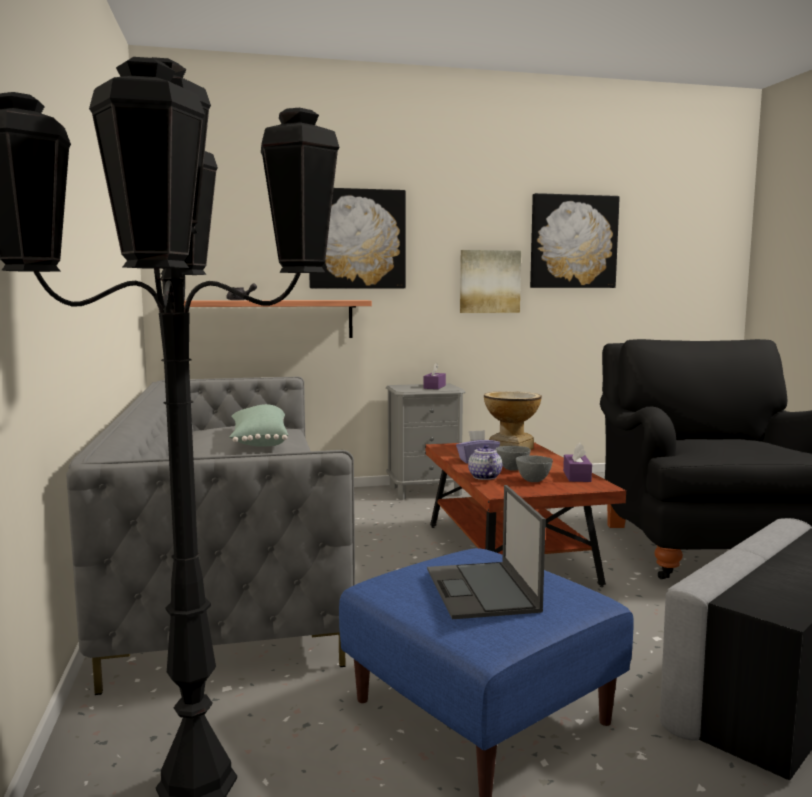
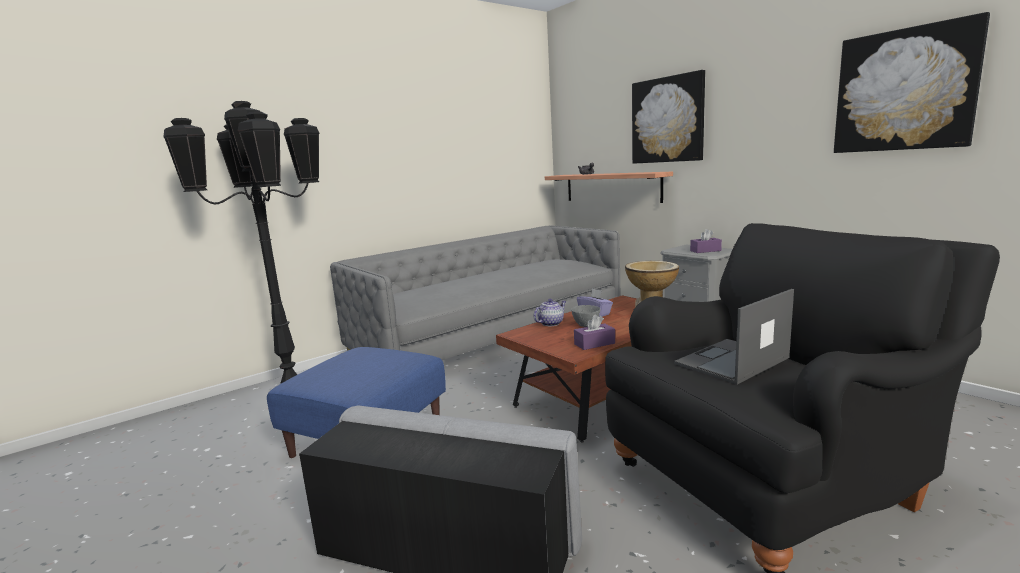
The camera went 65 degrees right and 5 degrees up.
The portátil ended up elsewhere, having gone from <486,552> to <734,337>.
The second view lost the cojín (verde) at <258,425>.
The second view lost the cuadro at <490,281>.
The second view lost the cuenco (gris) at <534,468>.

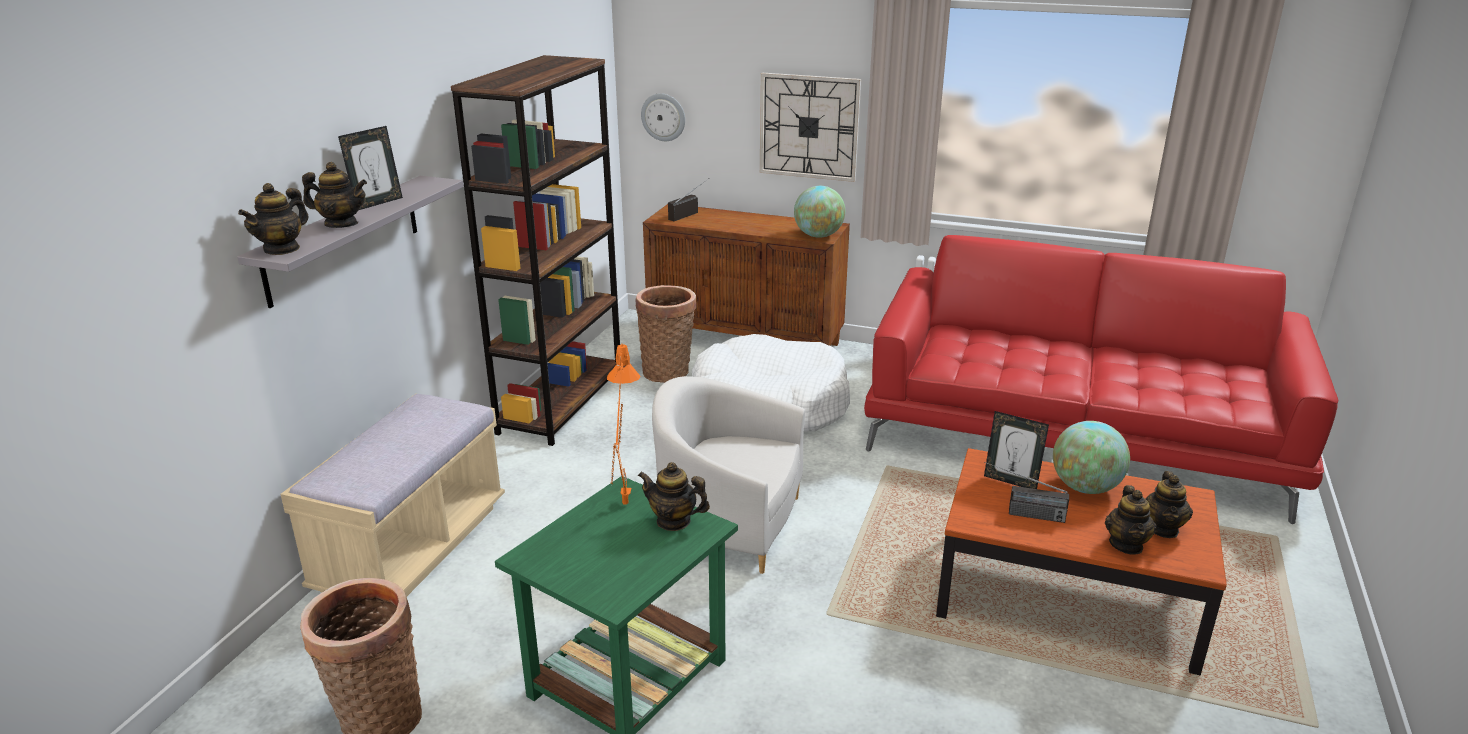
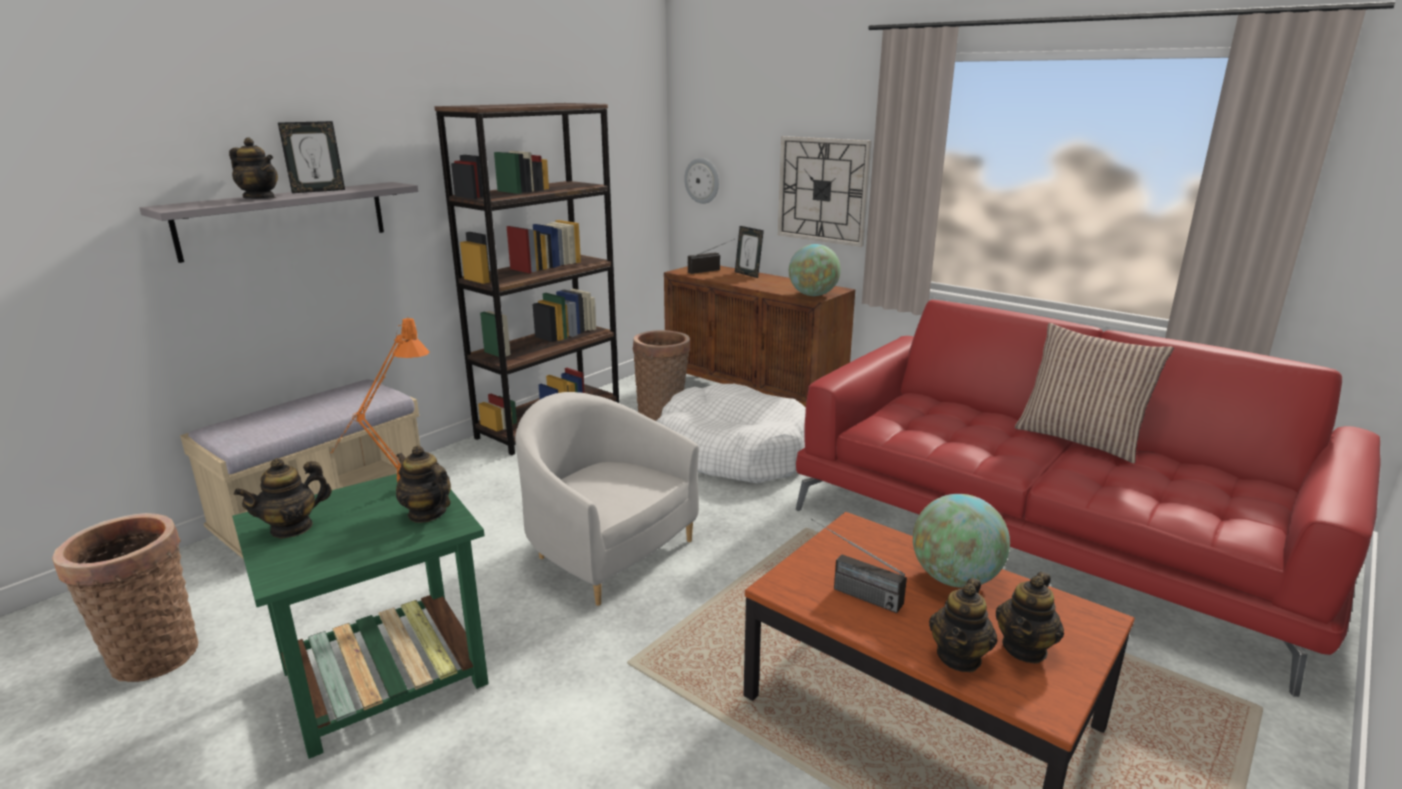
The camera went 20 degrees right and 5 degrees down.
The tetera ended up elsewhere, having gone from <273,219> to <283,498>.
The portarretratos ended up elsewhere, having gone from <1016,450> to <749,252>.
The second view gained the cojín at <1094,393>.

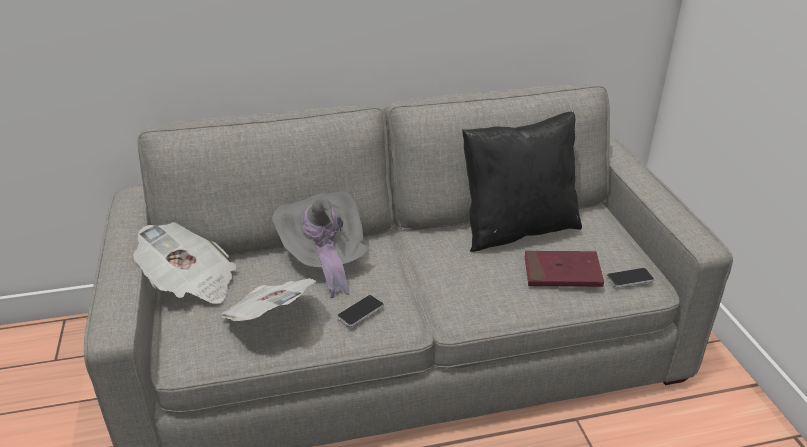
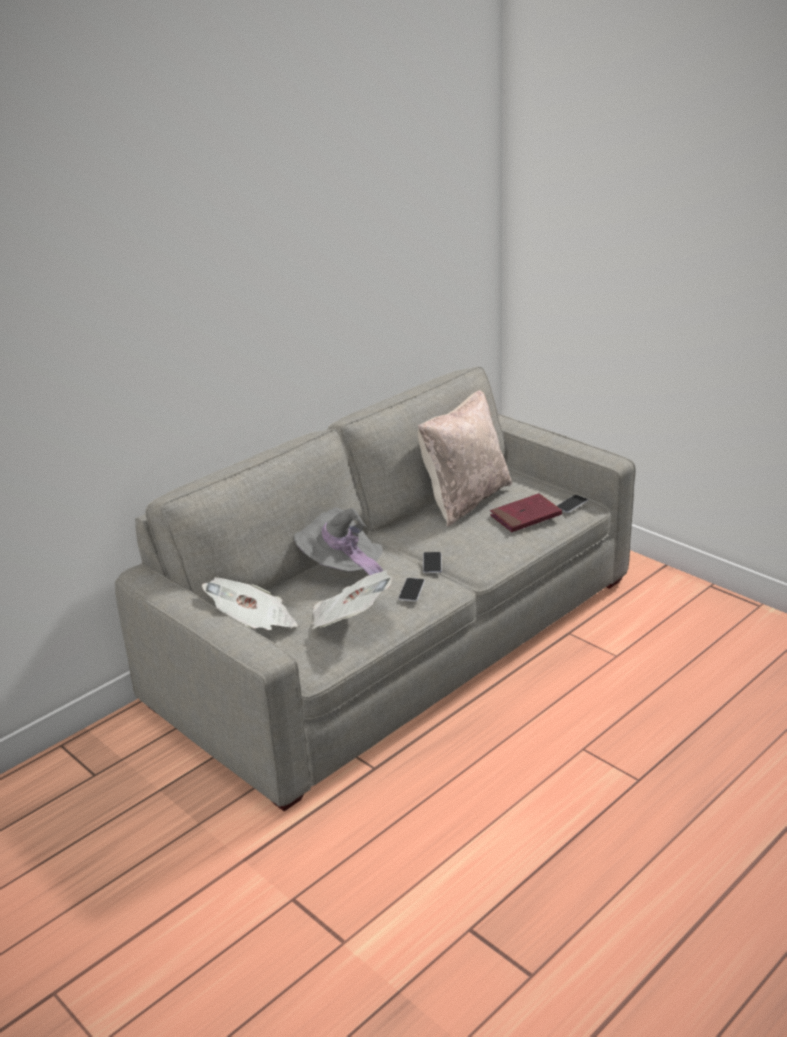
The camera went 30 degrees left and 5 degrees down.
What was the cojín (negro) at <522,181> turned into the cojín (beis) at <465,458>.
The second view gained the móvil at <432,562>.

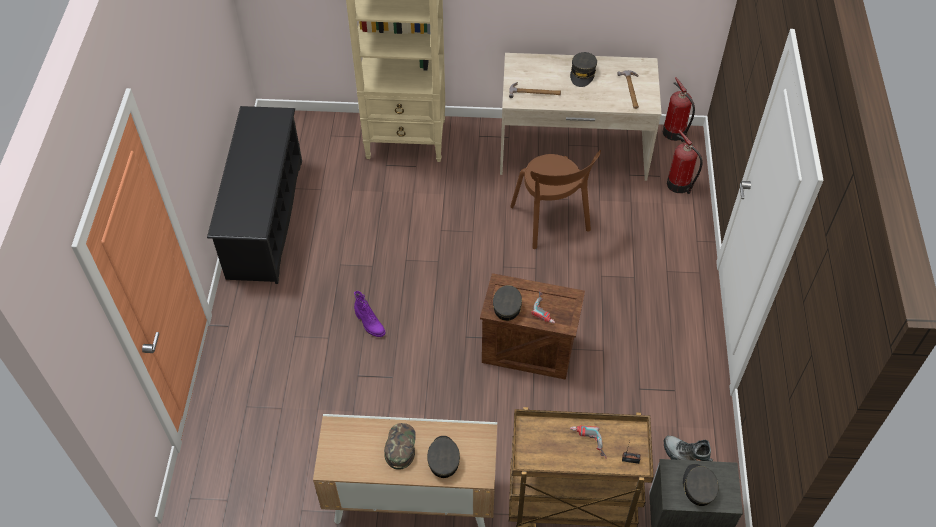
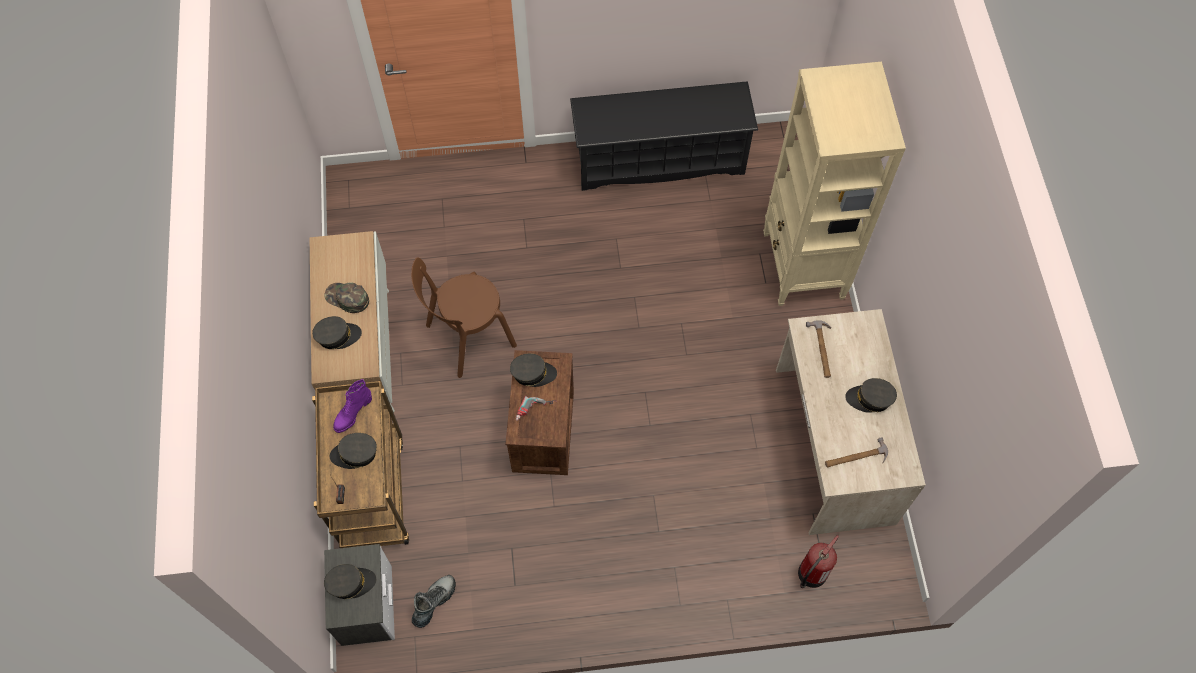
The camera went 80 degrees right and 10 degrees up.
The gorra (verde) at <400,446> ended up facing another way, 150 degrees counterclockwise from before.
Where the taladro stood at <588,442>, the gorra (gris) came to stand at <353,451>.
The bota (morado) ended up elsewhere, having gone from <370,314> to <352,406>.
The silla (marrón) ended up elsewhere, having gone from <555,199> to <464,317>.
The second view lost the extintor at <679,109>.

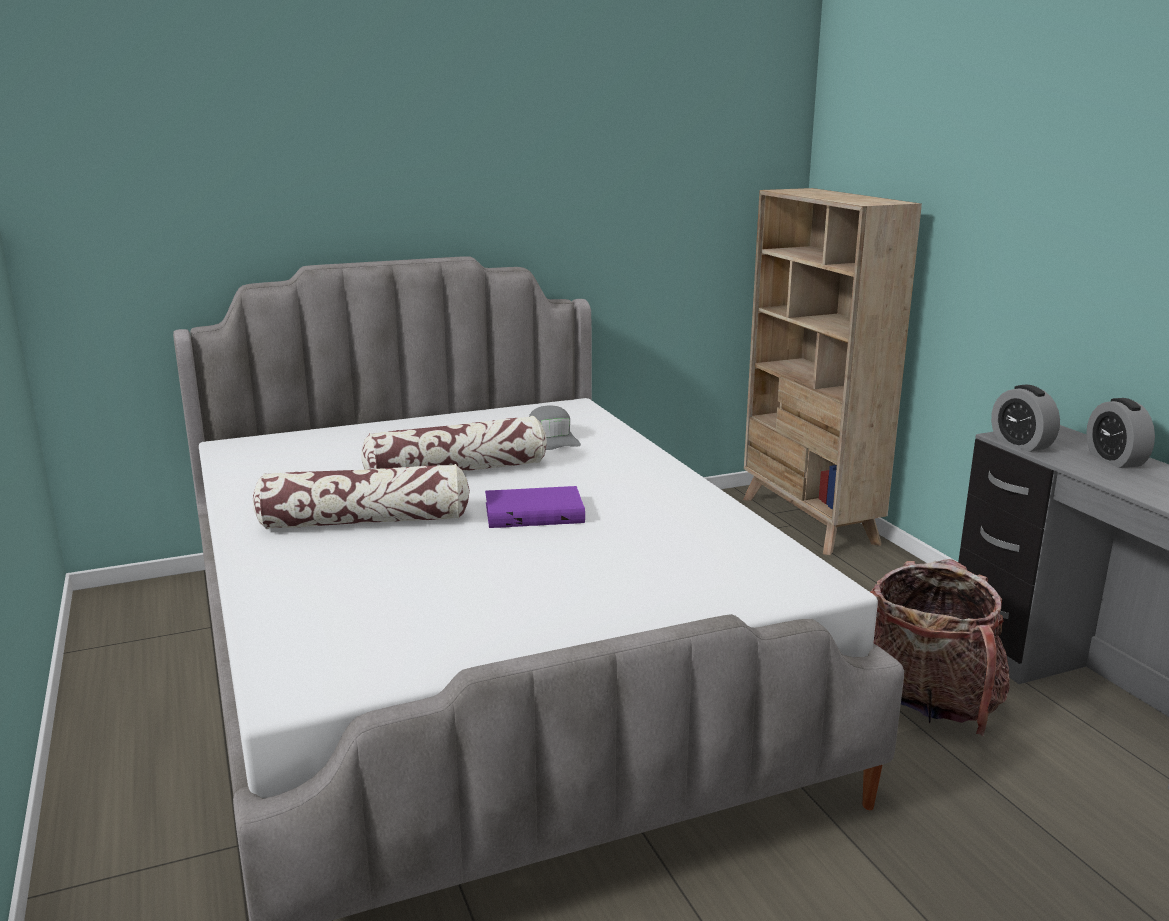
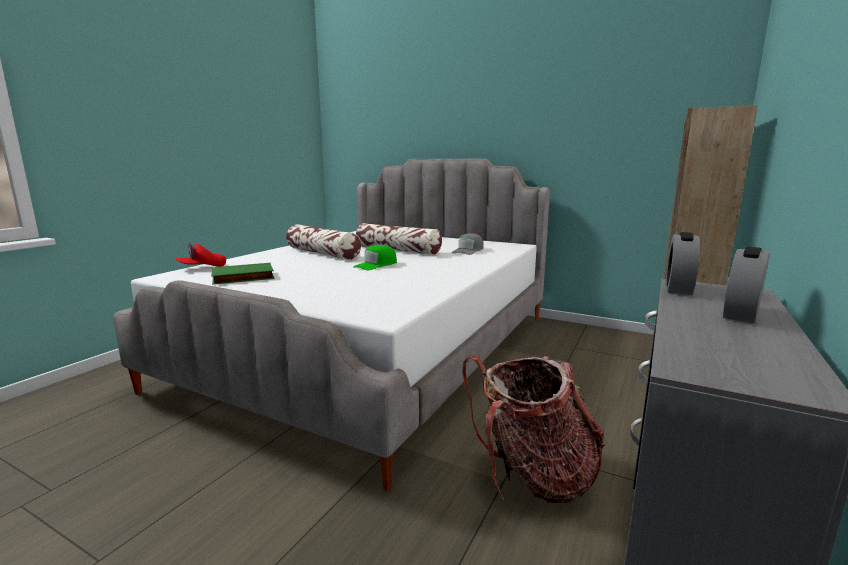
The camera went 50 degrees right and 5 degrees down.
The second view gained the gorra (rojo) at <201,254>.
The second view gained the libro (verde) at <243,274>.
Where the libro (morado) stood at <535,507>, the gorra (verde) came to stand at <375,257>.

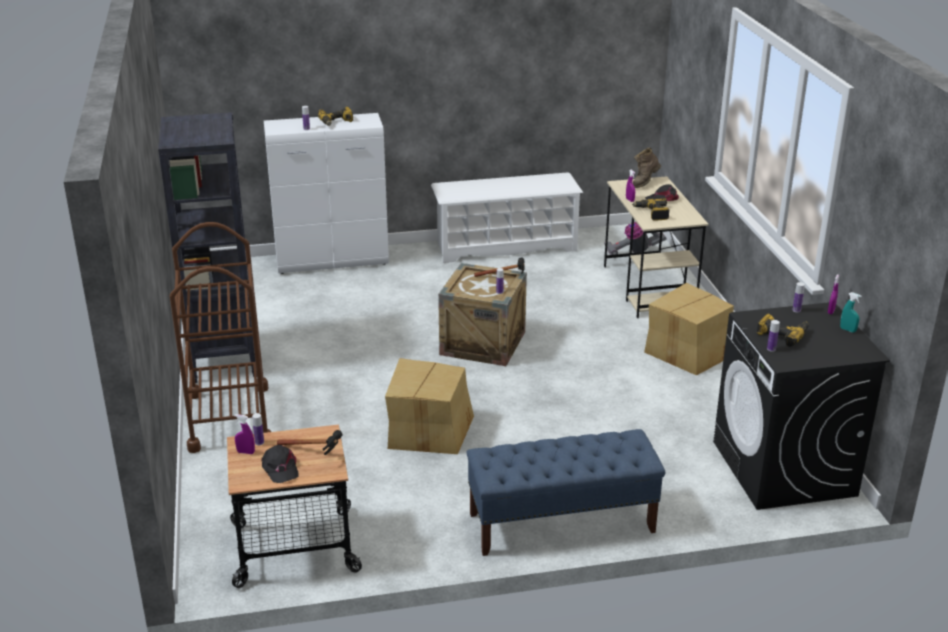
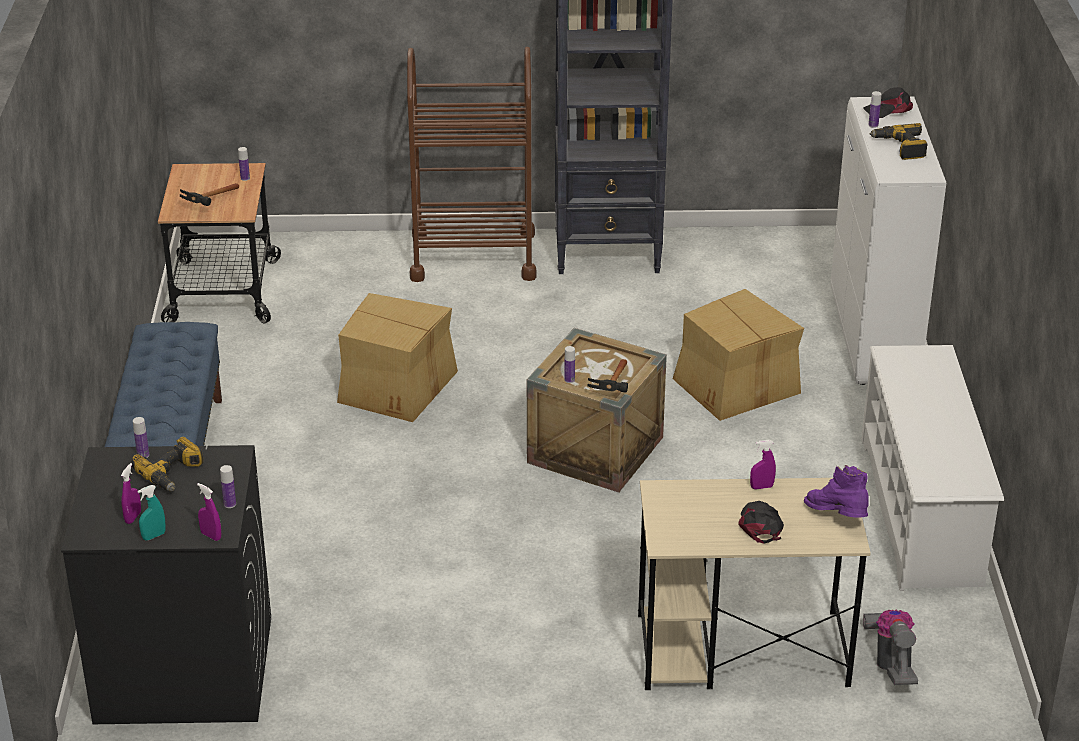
The camera went 100 degrees right and 5 degrees up.
The pulverizador (morado) ended up elsewhere, having gone from <244,434> to <131,493>.
The caja de cartón ended up elsewhere, having gone from <689,329> to <738,355>.
What was the bota (marrón) at <647,168> turned into the bota (morado) at <836,491>.
The gorra (negro) ended up elsewhere, having gone from <279,464> to <888,102>.
The second view lost the taladro at <651,209>.

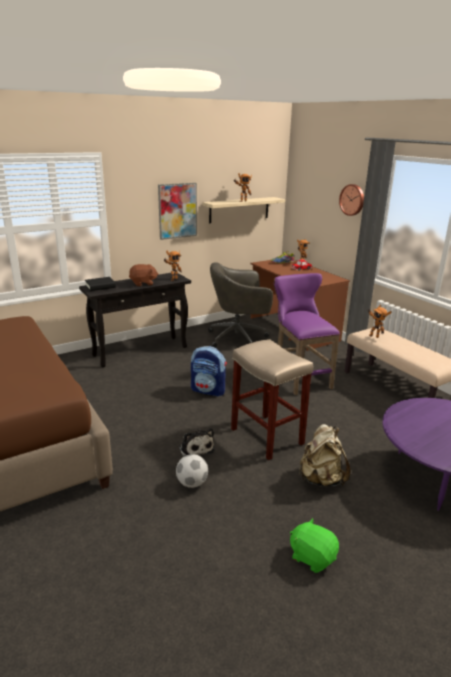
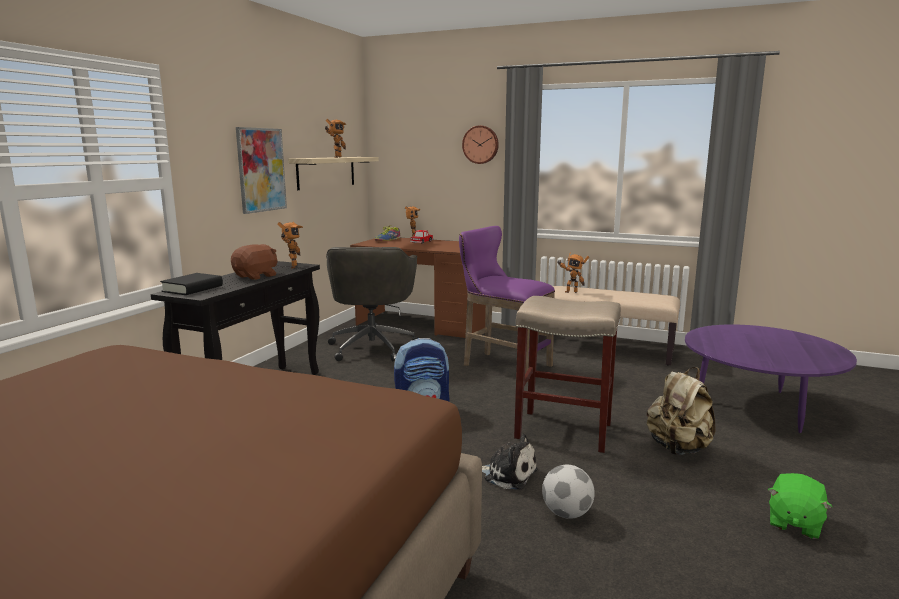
The camera went 35 degrees left and 10 degrees down.
The silla de oficina (gris) at <240,304> ended up facing another way, 45 degrees counterclockwise from before.
The peluche (verde) at <314,545> ended up facing another way, 60 degrees counterclockwise from before.

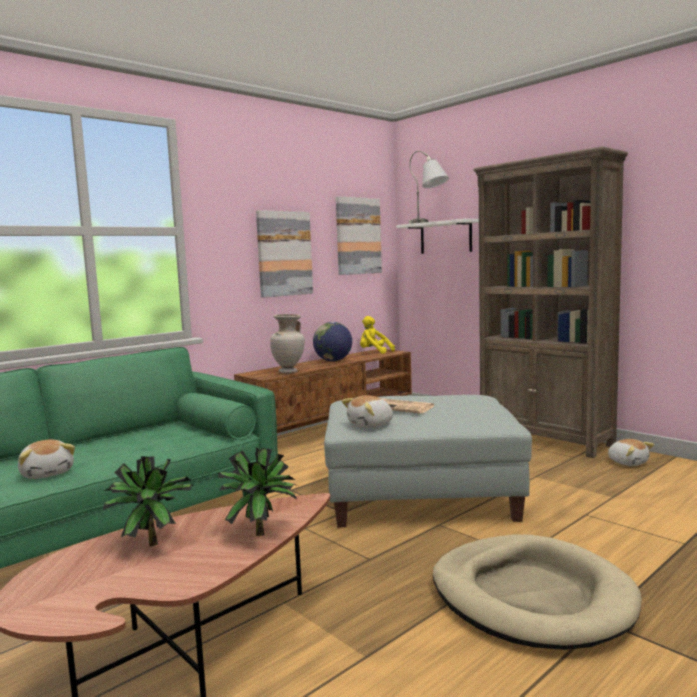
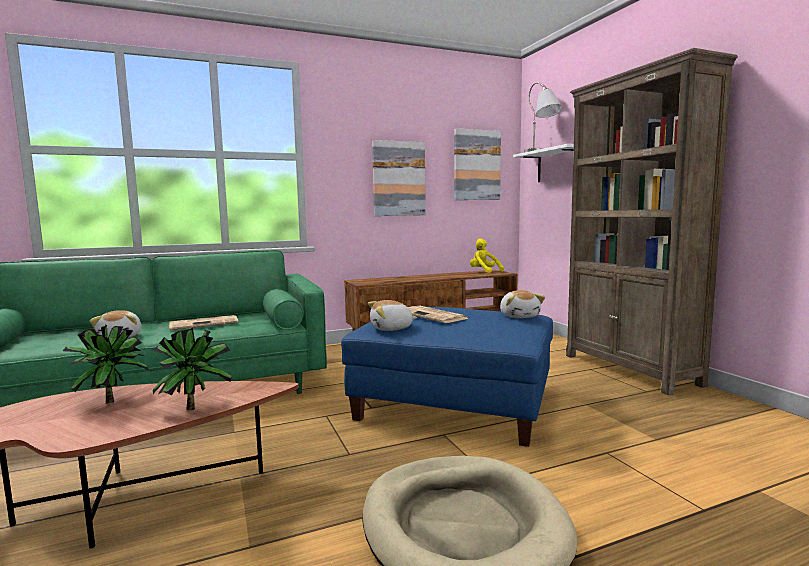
The camera went 20 degrees right and 0 degrees up.
The second view gained the periódico at <203,322>.
What was the puf (gris) at <428,461> turned into the puf (azul) at <447,377>.
The peluche ended up elsewhere, having gone from <631,452> to <522,304>.
The second view lost the florero (beis) at <287,343>.
The second view lost the globo terráqueo at <332,341>.

